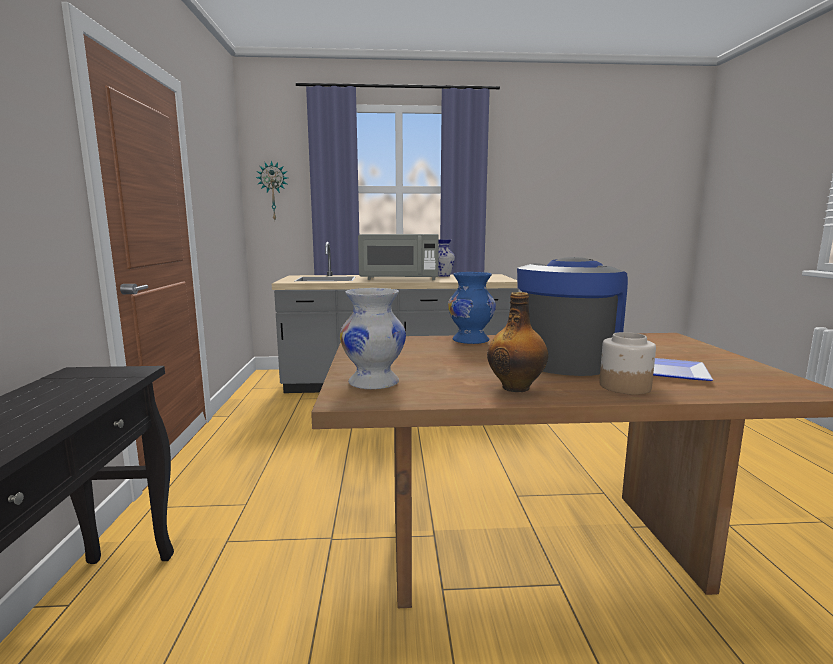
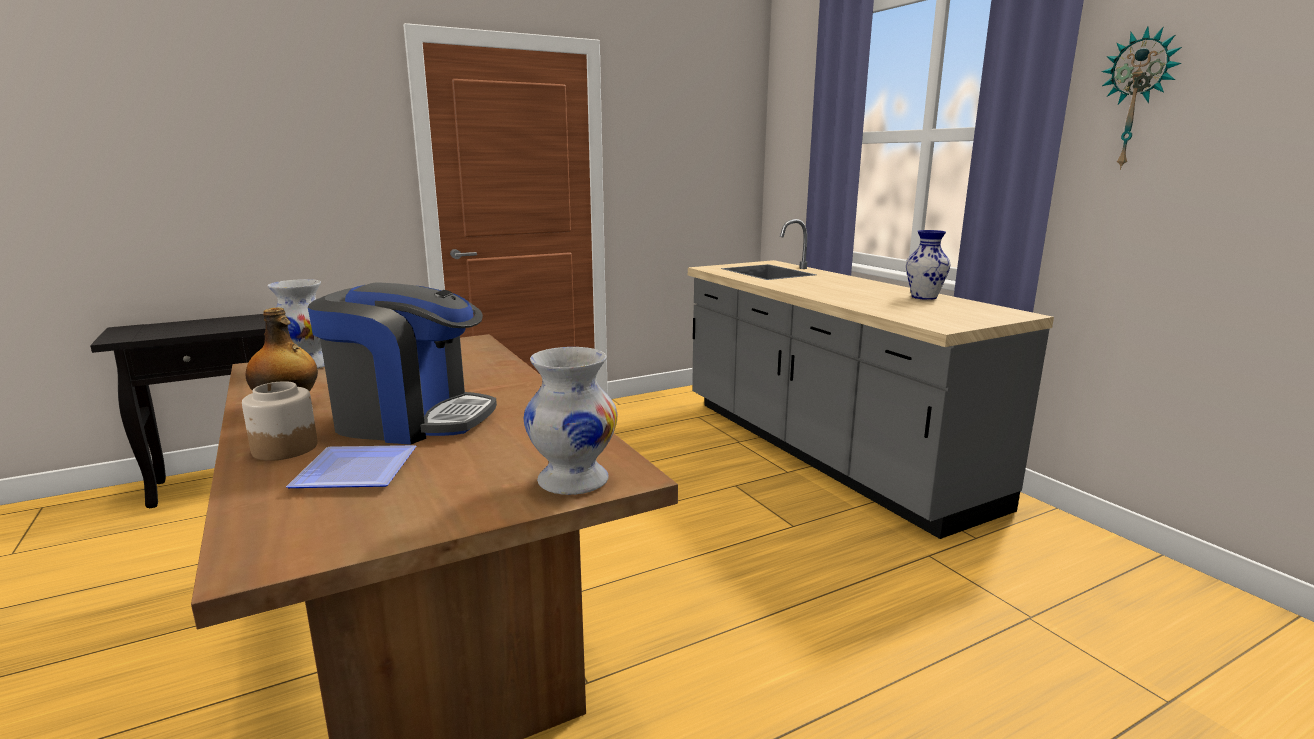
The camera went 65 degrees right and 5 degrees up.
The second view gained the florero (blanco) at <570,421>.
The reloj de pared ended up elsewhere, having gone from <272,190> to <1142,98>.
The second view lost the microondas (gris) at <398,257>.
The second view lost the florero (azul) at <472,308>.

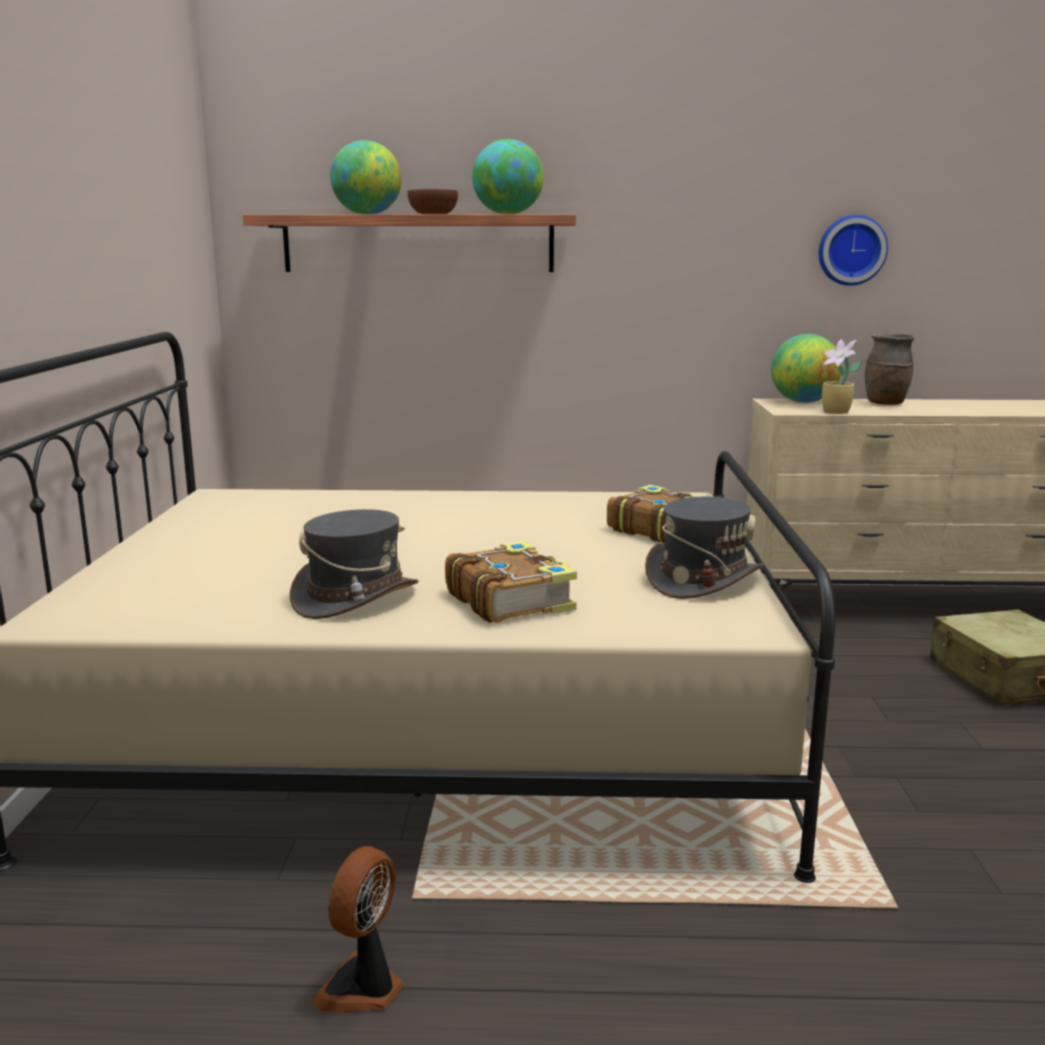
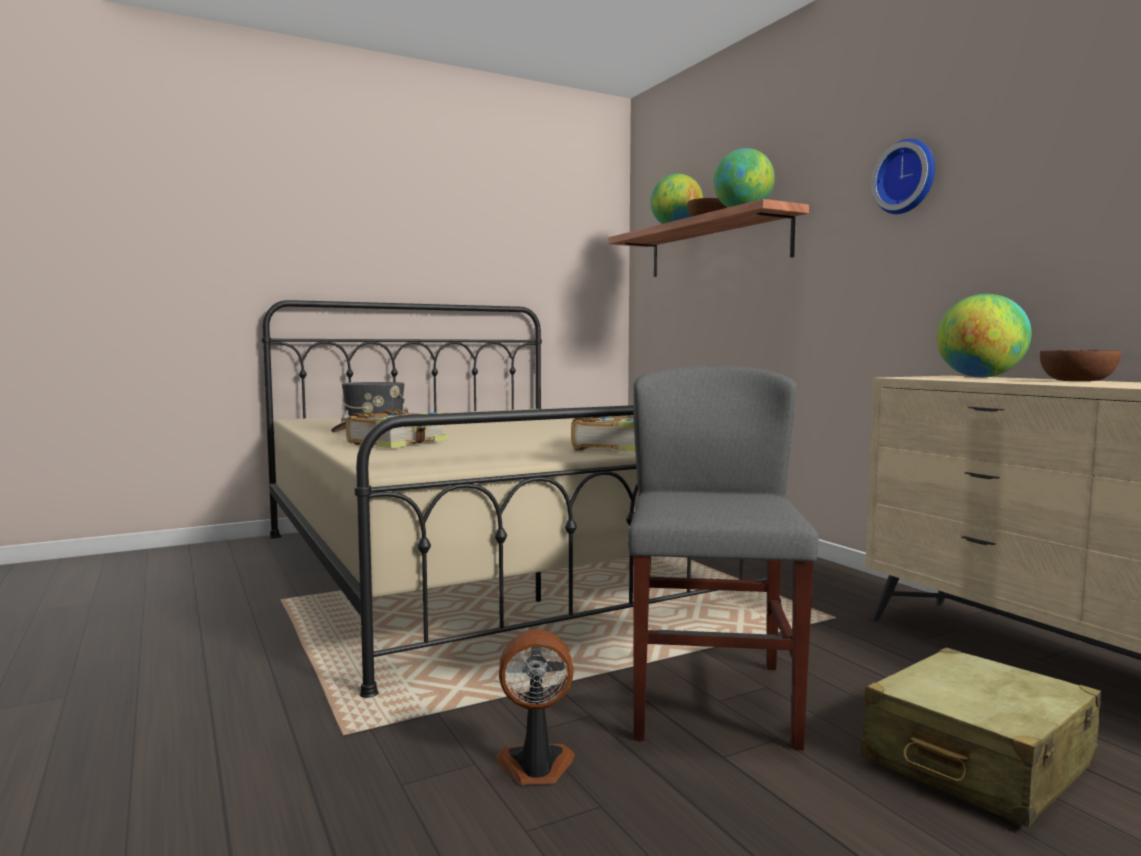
The camera went 60 degrees right and 10 degrees down.
The ventilador ended up elsewhere, having gone from <357,929> to <535,707>.
The second view gained the silla (gris) at <723,558>.
The reloj de pared ended up elsewhere, having gone from <853,250> to <903,176>.
Where the florero (marrón) stood at <890,369>, the cuenco (marrón) came to stand at <1080,365>.
The second view lost the sombrero (gris) at <704,548>.
The second view lost the planta en maceta at <842,377>.

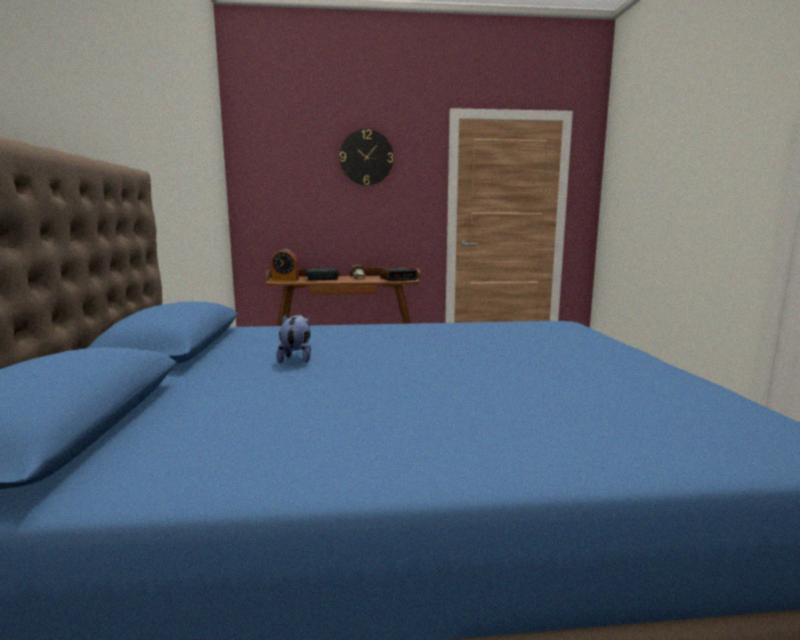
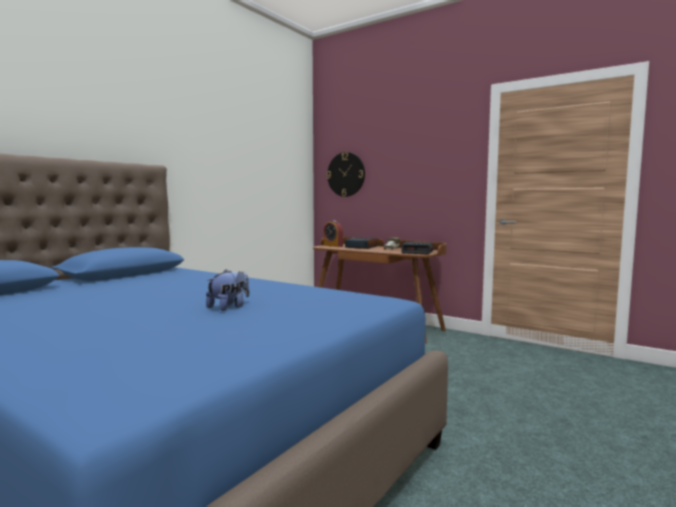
The camera went 40 degrees right and 5 degrees down.
The peluche ended up elsewhere, having gone from <293,338> to <227,290>.
The reloj de pared ended up elsewhere, having gone from <367,157> to <346,174>.

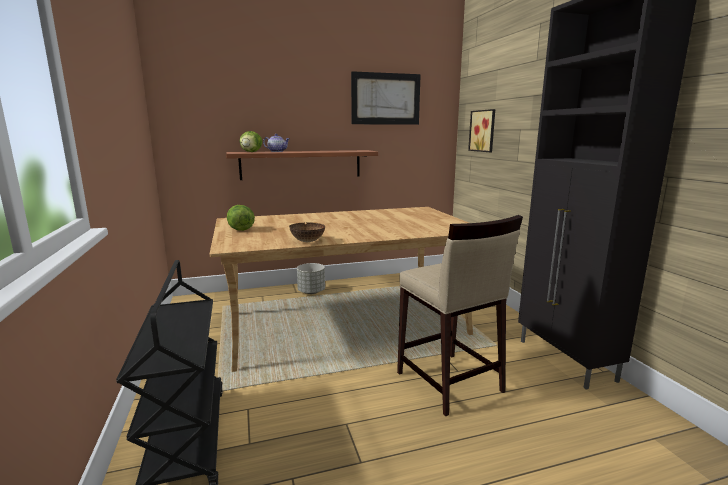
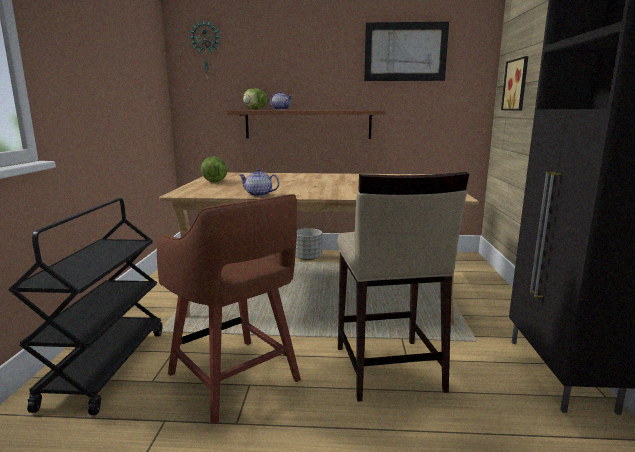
The camera went 20 degrees right and 0 degrees up.
The second view gained the taburete (marrón) at <229,309>.
The second view gained the reloj de pared at <205,51>.
Where the cuenco stood at <307,232>, the tetera came to stand at <259,183>.

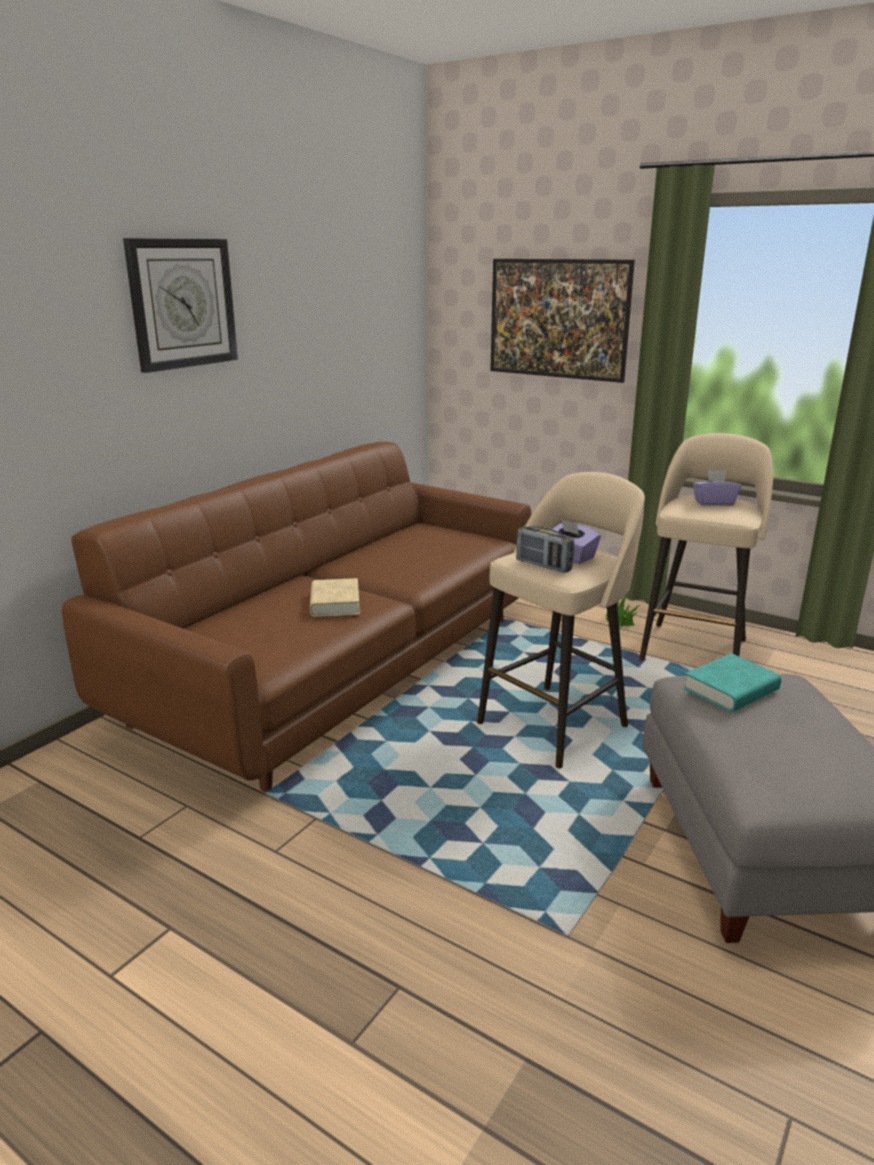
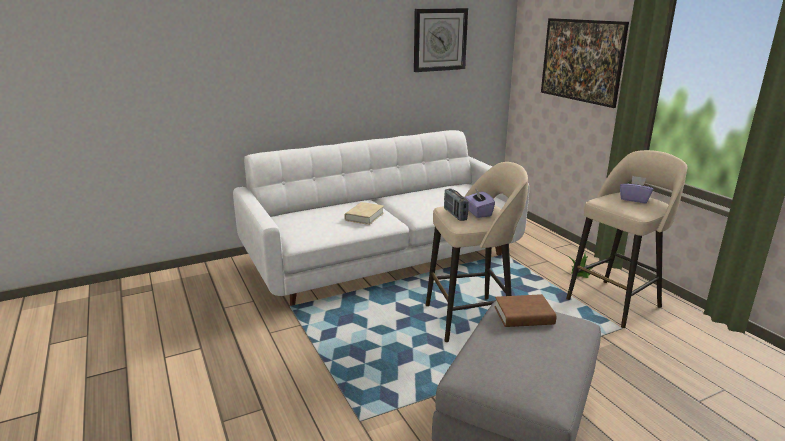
The camera went 30 degrees right and 0 degrees up.
What was the sofá (marrón) at <296,616> turned into the sofá (blanco) at <381,218>.
The reloj de pared ended up elsewhere, having gone from <180,305> to <441,40>.
What was the libro (turquesa) at <732,682> turned into the libro (marrón) at <525,310>.

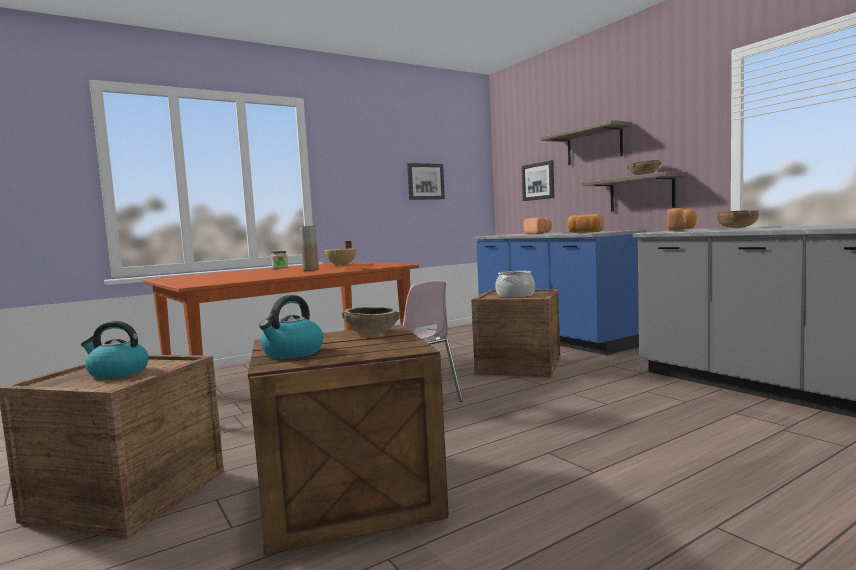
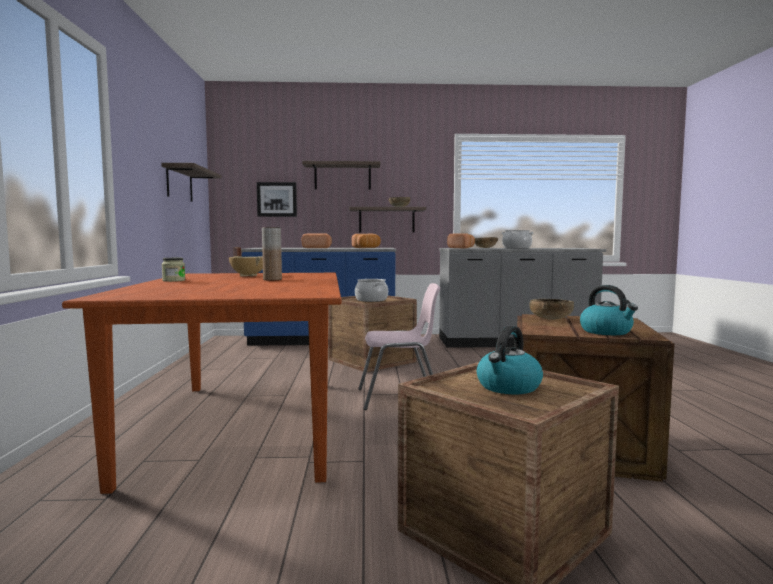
The camera went 60 degrees left and 0 degrees up.
Where the cuadro hung at <426,181>, the estante came to hang at <191,182>.
The second view gained the olla at <517,239>.

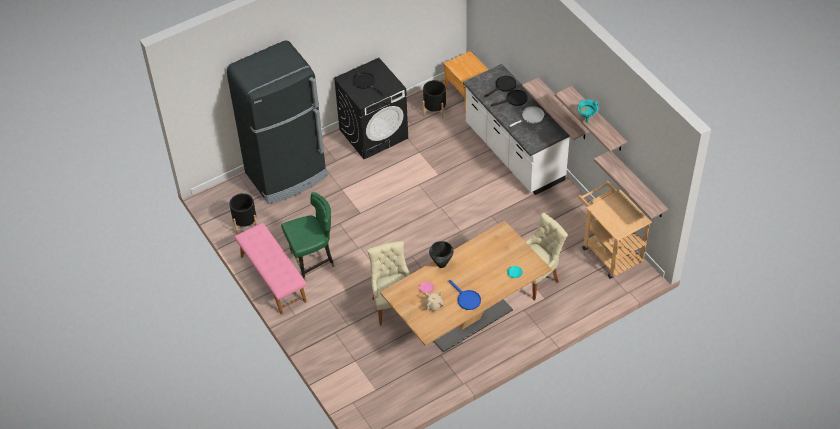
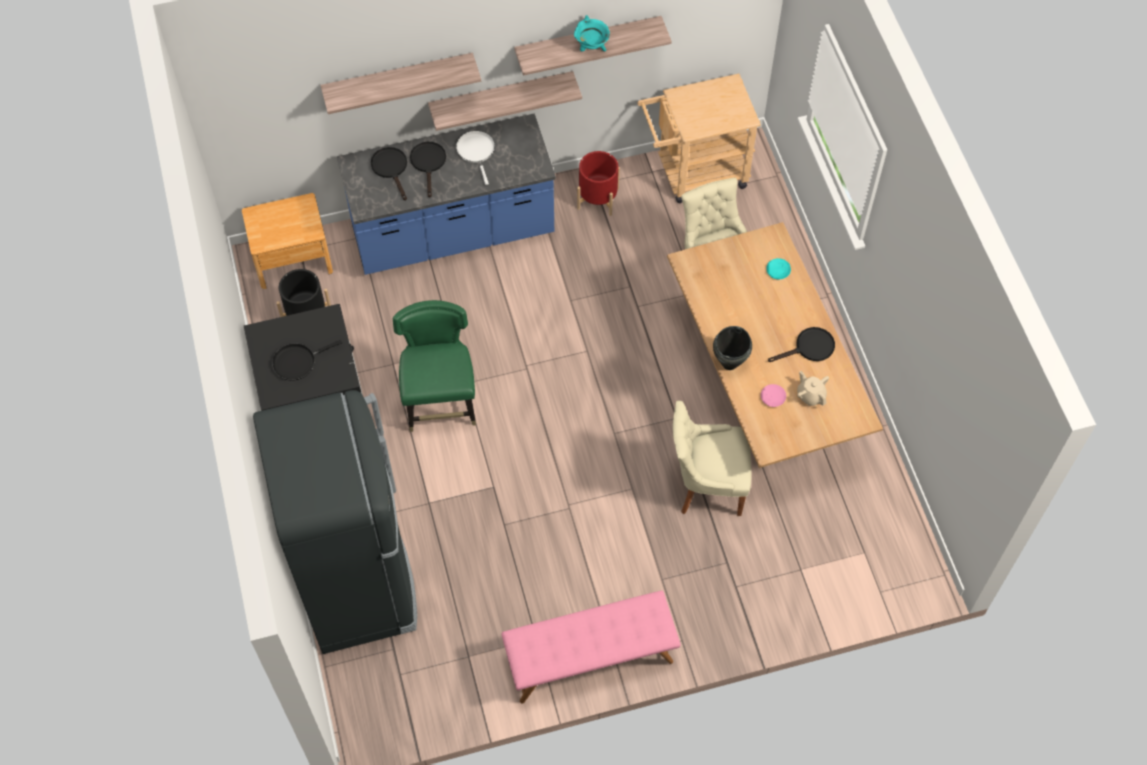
The camera went 75 degrees left and 10 degrees up.
The estante ended up elsewhere, having gone from <631,185> to <401,83>.
What was the mueble bajo de cocina (blanco) at <516,129> turned into the mueble bajo de cocina (azul) at <446,194>.
The silla (verde) ended up elsewhere, having gone from <308,236> to <434,366>.
The second view gained the maceta (rojo) at <598,183>.
What was the sartén (azul) at <465,295> turned into the sartén (negro) at <801,344>.
The second view lost the maceta (negro) at <243,213>.

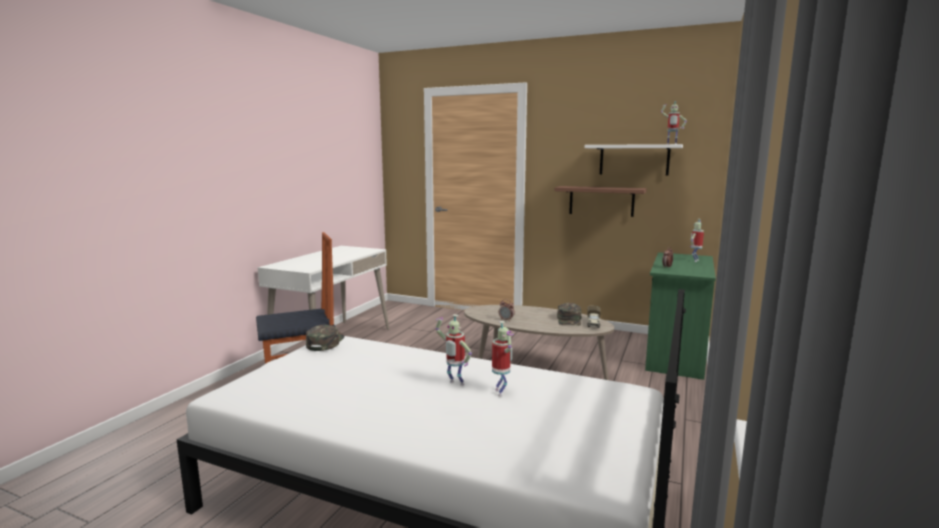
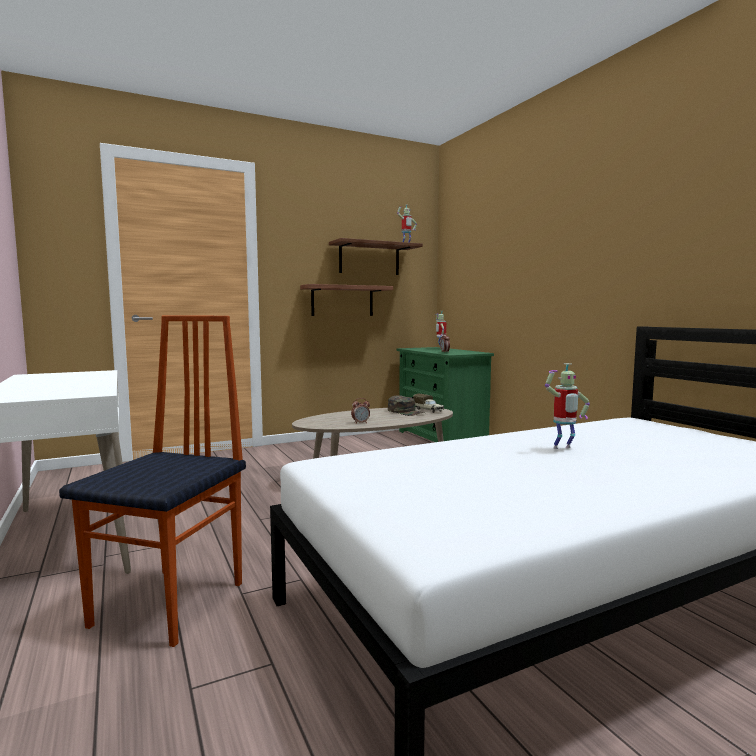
The camera went 50 degrees left and 5 degrees down.
What was the estante (blanco) at <633,159> turned into the estante (marrón) at <376,256>.
The second view lost the gorra (verde) at <325,337>.
The second view lost the robot de juguete at <503,359>.

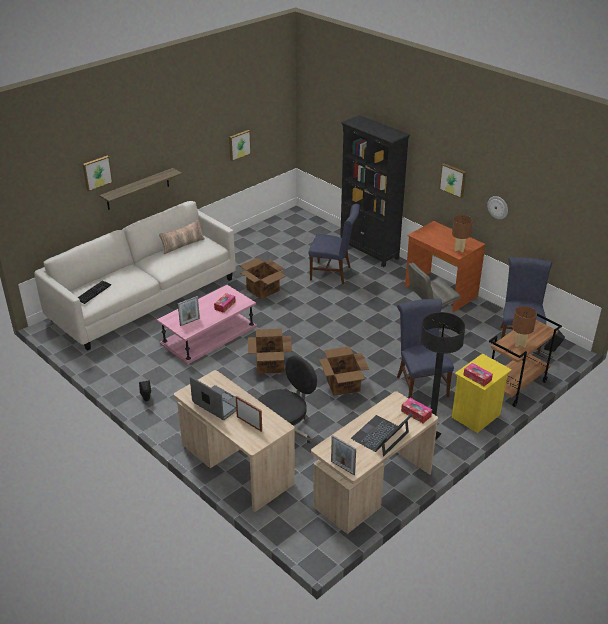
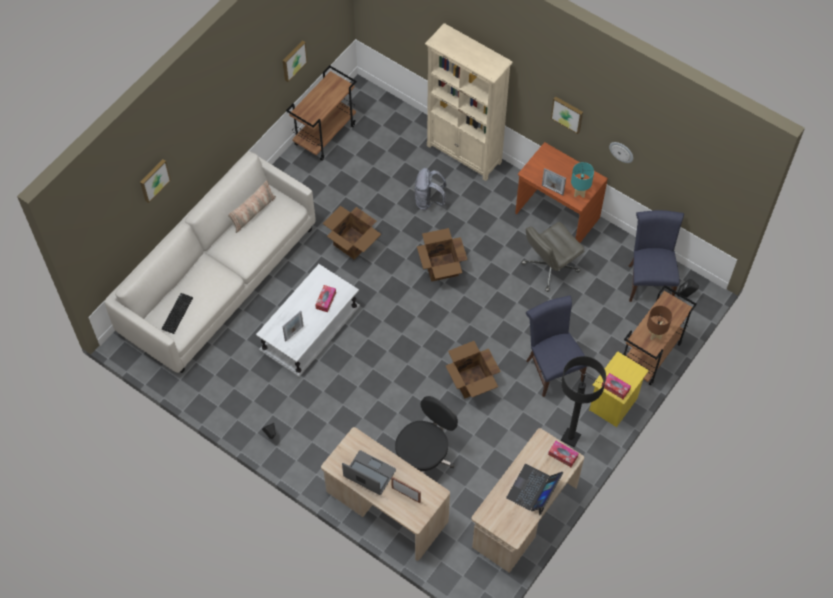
The camera went 10 degrees left and 25 degrees up.
What was the mesa de centro (rosa) at <207,324> turned into the mesa de centro (blanco) at <308,320>.
The second view gained the carrito (marrón) at <321,113>.
Where the silla (azul) stood at <334,244>, the mochila (gris) came to stand at <431,189>.
The caja de cartón ended up elsewhere, having gone from <270,351> to <442,255>.
What was the estantería (negro) at <375,191> turned into the estantería (beis) at <469,102>.
The portarretratos ended up elsewhere, having gone from <343,455> to <554,181>.
What was the lámpara de mesa (marrón) at <462,233> turned into the lámpara de mesa (turquesa) at <582,180>.
The second view lost the estante at <141,189>.

